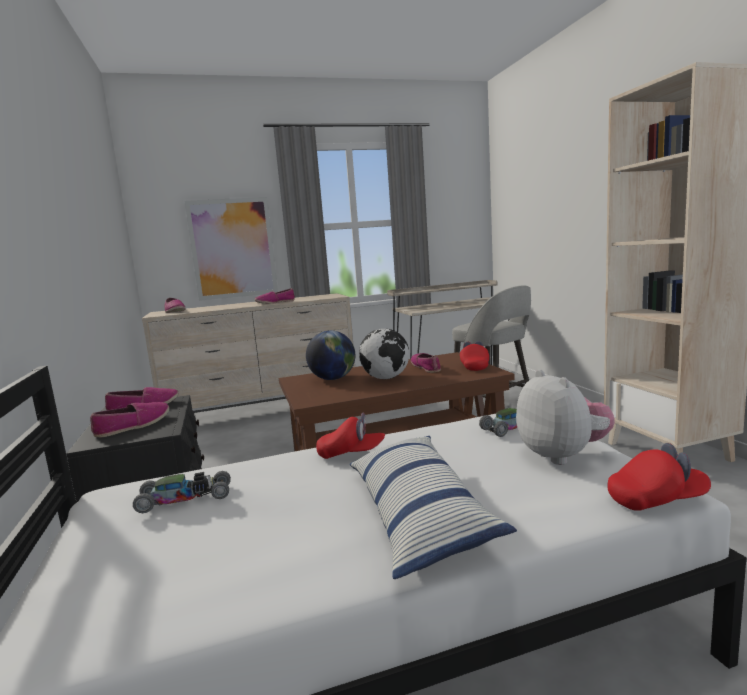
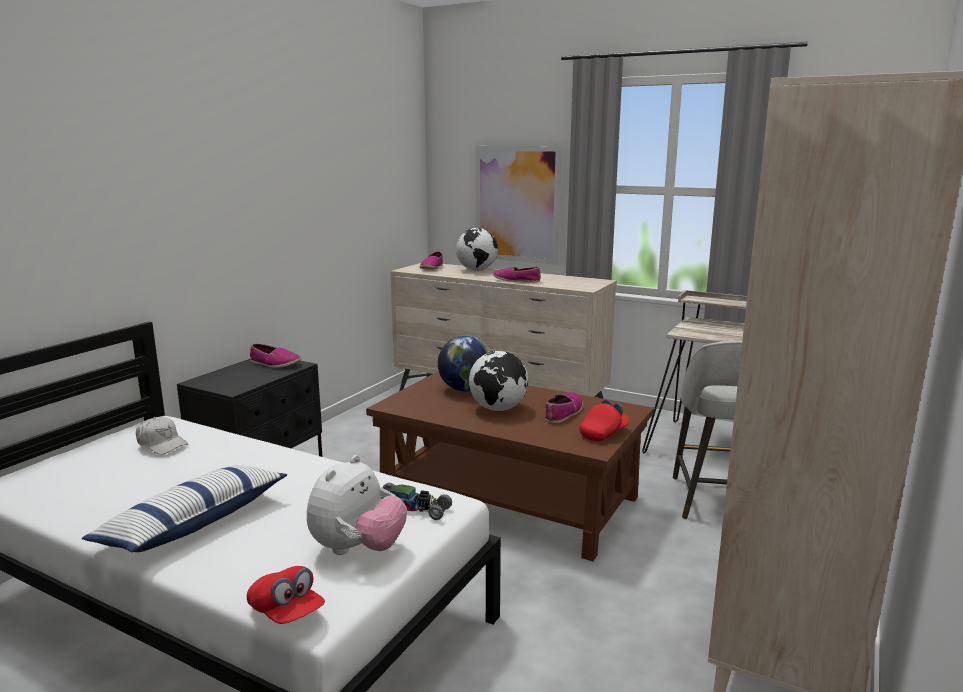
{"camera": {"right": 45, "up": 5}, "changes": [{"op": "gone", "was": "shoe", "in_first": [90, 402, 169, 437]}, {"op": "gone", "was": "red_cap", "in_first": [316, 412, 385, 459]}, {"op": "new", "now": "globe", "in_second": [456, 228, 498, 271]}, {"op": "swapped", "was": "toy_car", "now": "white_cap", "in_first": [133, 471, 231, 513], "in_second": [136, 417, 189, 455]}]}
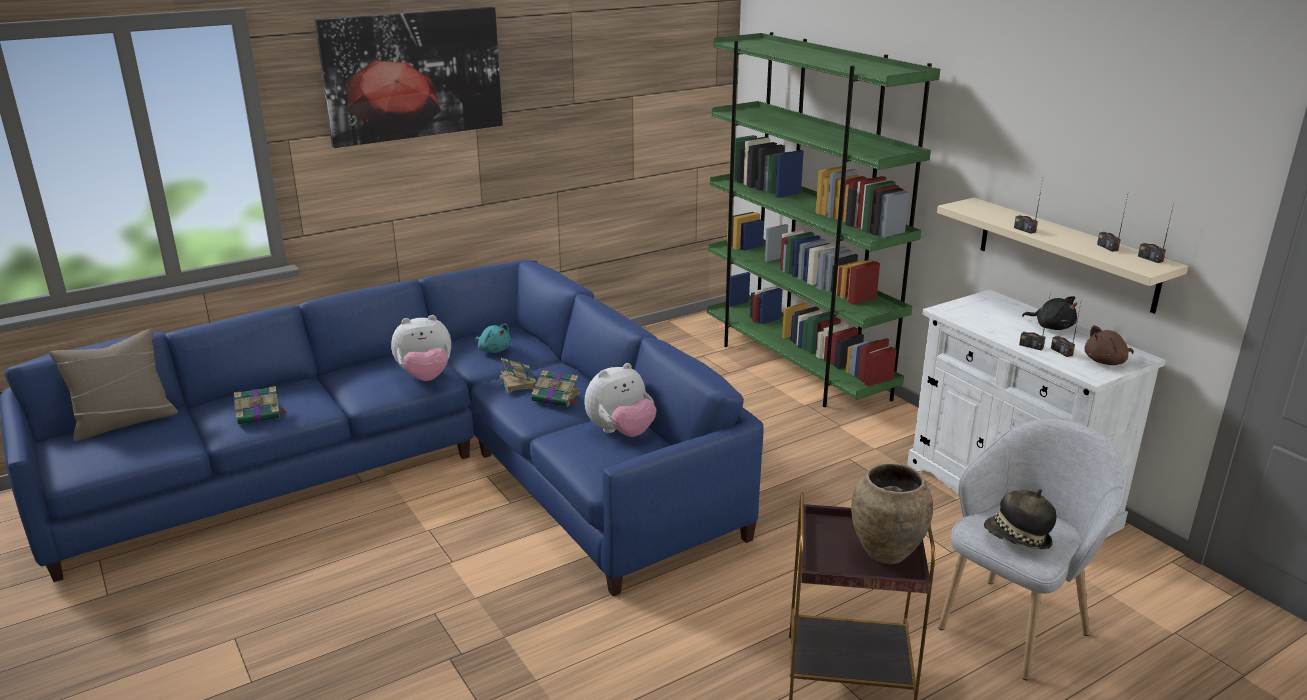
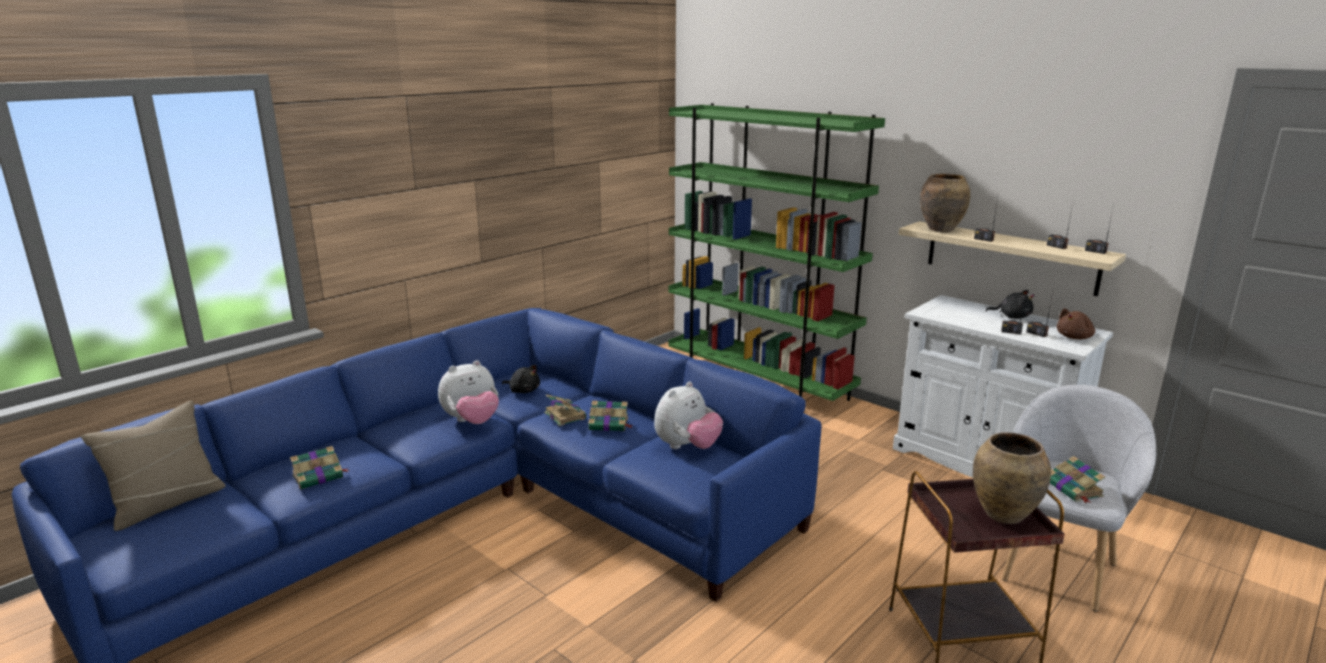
{"camera": {"right": -15, "up": -5}, "changes": [{"op": "gone", "was": "picture", "in_first": [315, 7, 503, 148]}, {"op": "new", "now": "brown_vase", "in_second": [920, 174, 970, 232]}, {"op": "swapped", "was": "hat", "now": "book", "in_first": [984, 489, 1056, 549], "in_second": [1050, 456, 1106, 504]}, {"op": "repainted", "was": "turquoise_plush_toy", "now": "black_plush_toy", "in_first": [475, 324, 511, 353], "in_second": [502, 364, 540, 393]}]}
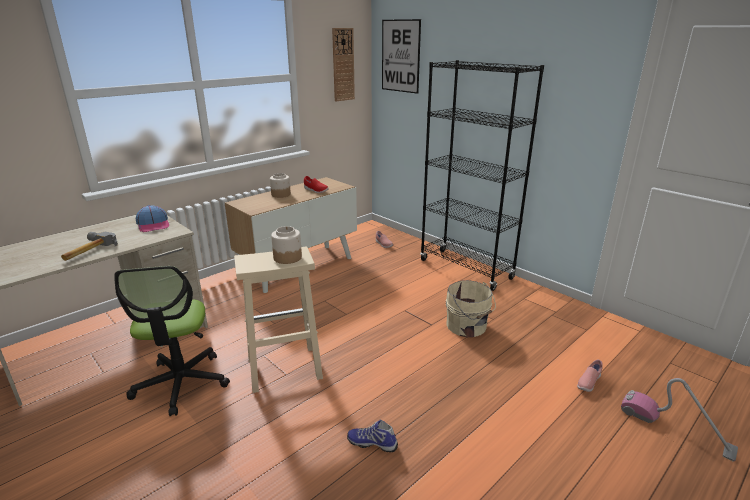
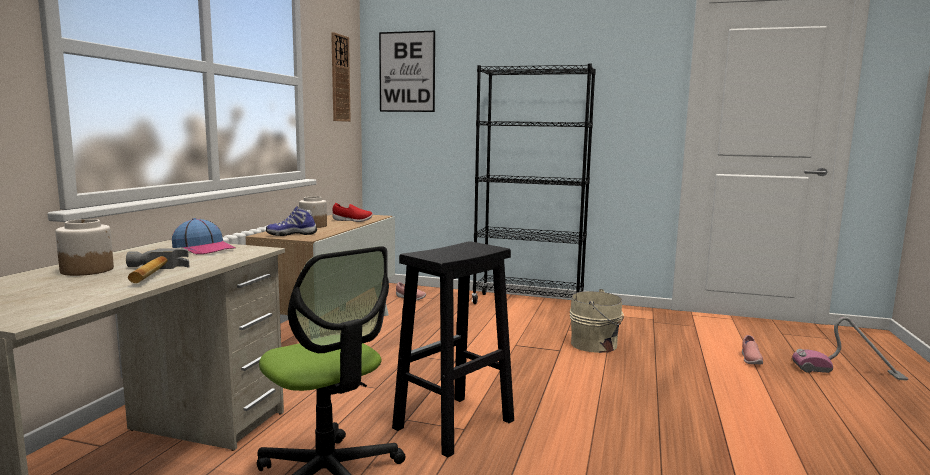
{"camera": {"right": -30, "up": -15}, "changes": [{"op": "shifted", "was": "jar", "in_first": [271, 226, 302, 264], "in_second": [55, 219, 114, 276]}, {"op": "shifted", "was": "shoe", "in_first": [347, 420, 398, 452], "in_second": [266, 206, 317, 236]}, {"op": "repainted", "was": "beige_stool", "now": "black_stool", "in_first": [234, 247, 323, 393], "in_second": [392, 241, 514, 457]}]}
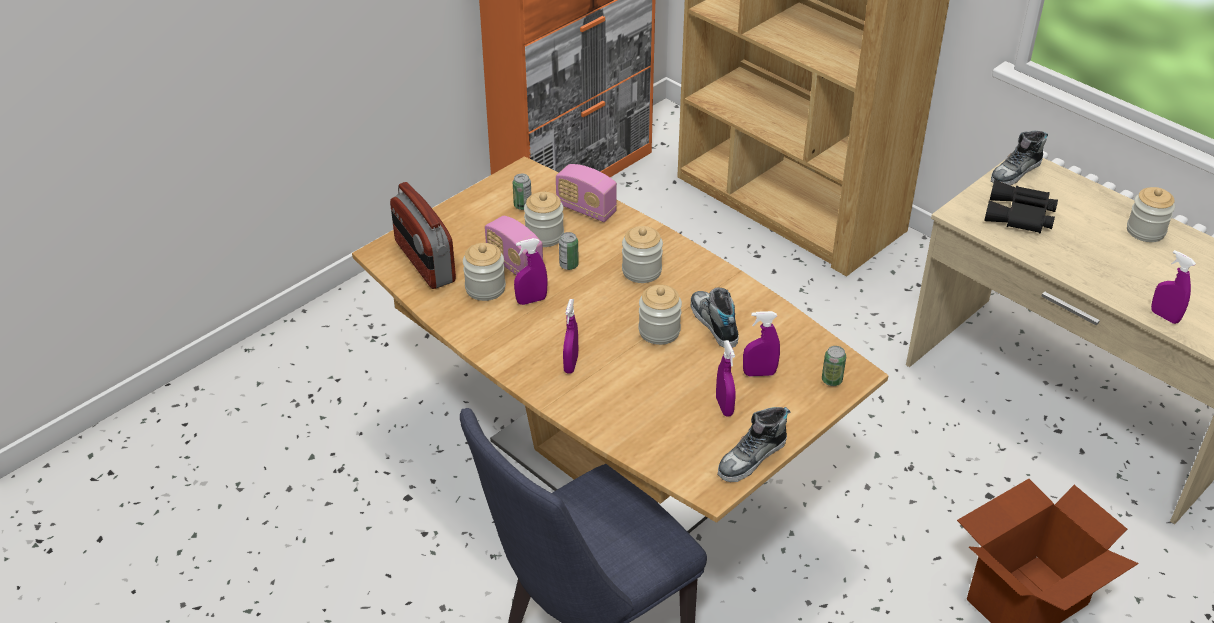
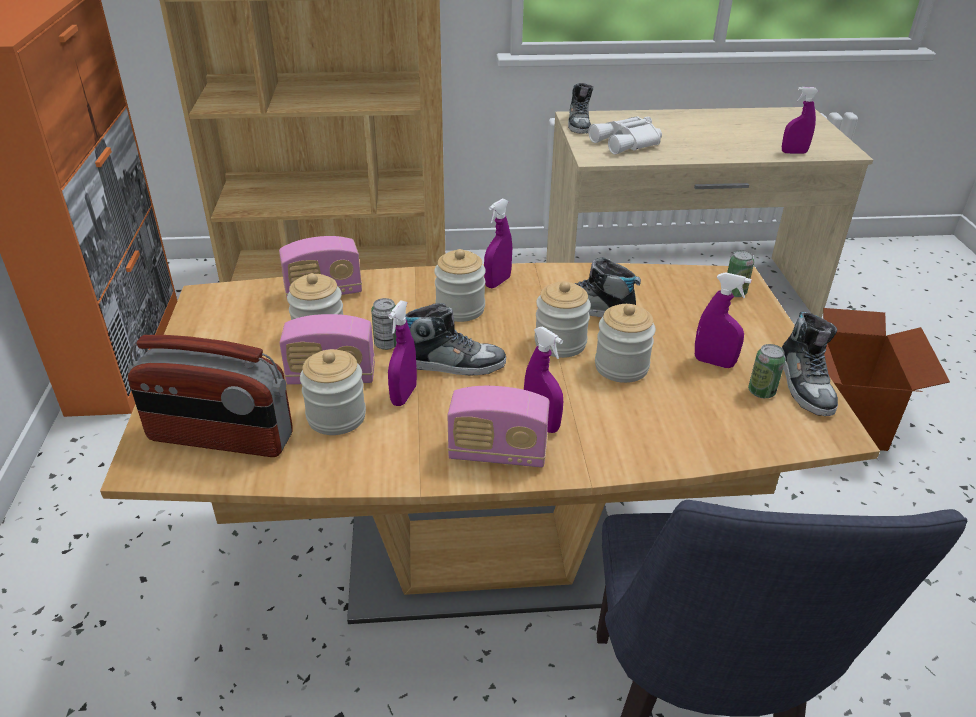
{"camera": {"right": -50, "up": -5}, "changes": [{"op": "new", "now": "shoe", "in_second": [405, 303, 506, 376]}, {"op": "new", "now": "radio", "in_second": [447, 386, 549, 467]}, {"op": "shifted", "was": "can", "in_first": [513, 174, 532, 210], "in_second": [748, 344, 786, 398]}, {"op": "shifted", "was": "purple_spray_bottle", "in_first": [743, 311, 780, 377], "in_second": [484, 198, 512, 288]}, {"op": "shifted", "was": "jar", "in_first": [1127, 187, 1175, 242], "in_second": [595, 304, 656, 383]}, {"op": "repainted", "was": "black_binoculars", "now": "white_binoculars", "in_first": [984, 180, 1058, 234], "in_second": [588, 116, 662, 154]}]}
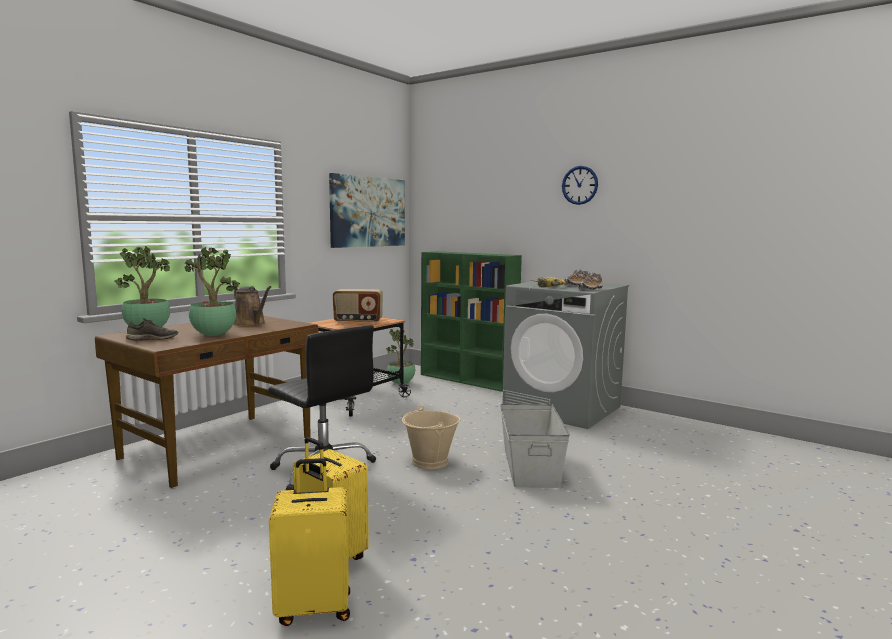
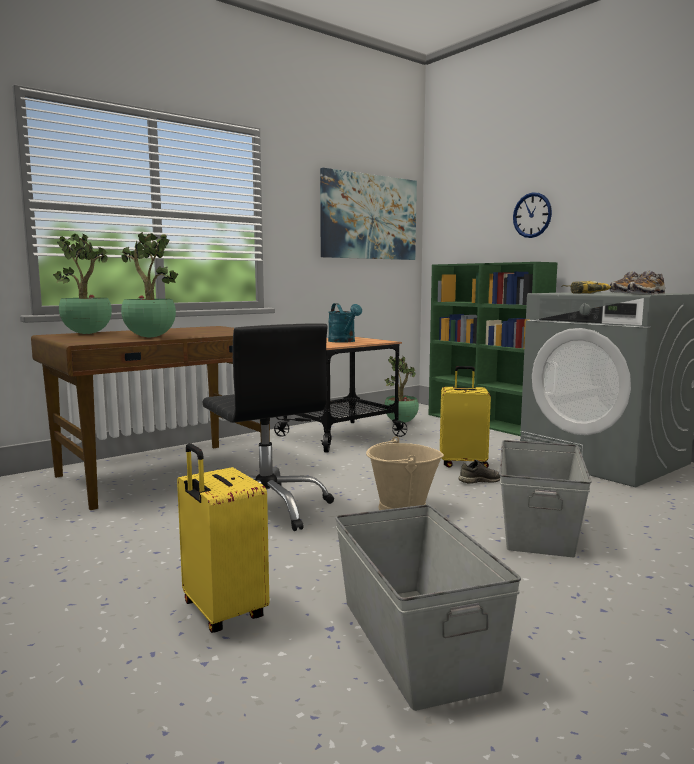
{"camera": {"right": 15, "up": 0}, "changes": [{"op": "gone", "was": "brown_watering_can", "in_first": [233, 286, 271, 326]}, {"op": "new", "now": "grey_storage_box", "in_second": [335, 505, 521, 711]}, {"op": "shifted", "was": "grey_shoe", "in_first": [126, 318, 178, 341], "in_second": [458, 459, 500, 484]}, {"op": "shifted", "was": "yellow_suitcase", "in_first": [269, 458, 350, 626], "in_second": [440, 366, 491, 468]}, {"op": "shifted", "was": "wall_clock", "in_first": [562, 166, 598, 205], "in_second": [513, 192, 552, 238]}, {"op": "swapped", "was": "radio", "now": "turquoise_watering_can", "in_first": [333, 289, 383, 324], "in_second": [328, 303, 362, 343]}]}
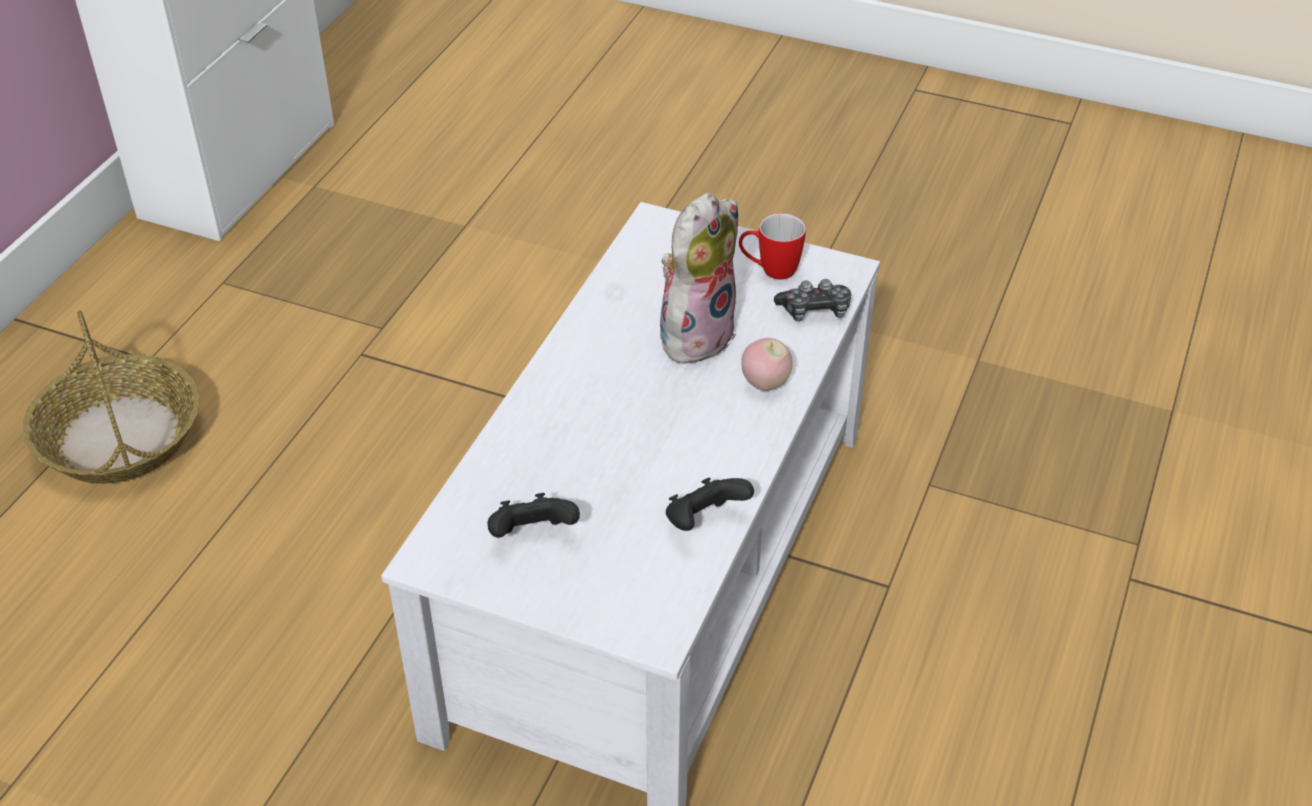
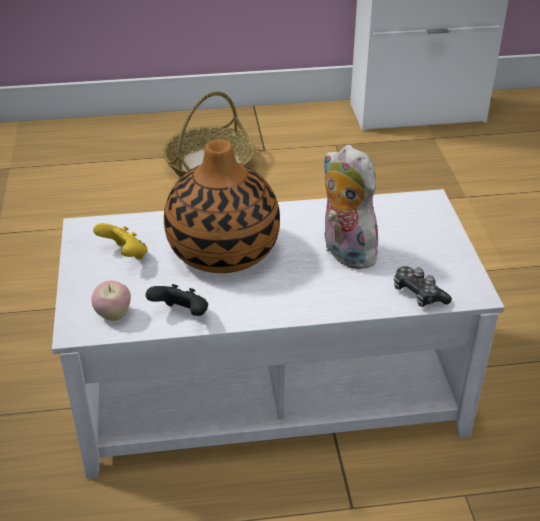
{"camera": {"right": 60, "up": -5}, "changes": [{"op": "gone", "was": "mug", "in_first": [739, 213, 806, 280]}, {"op": "new", "now": "vase", "in_second": [164, 140, 280, 273]}, {"op": "shifted", "was": "apple", "in_first": [741, 338, 793, 391], "in_second": [91, 280, 131, 321]}, {"op": "repainted", "was": "black_game_controller", "now": "yellow_game_controller", "in_first": [487, 493, 580, 538], "in_second": [93, 223, 148, 259]}, {"op": "rotated", "was": "plush_toy", "in_first": [660, 193, 738, 364], "in_second": [323, 145, 378, 270], "clockwise": -135}]}
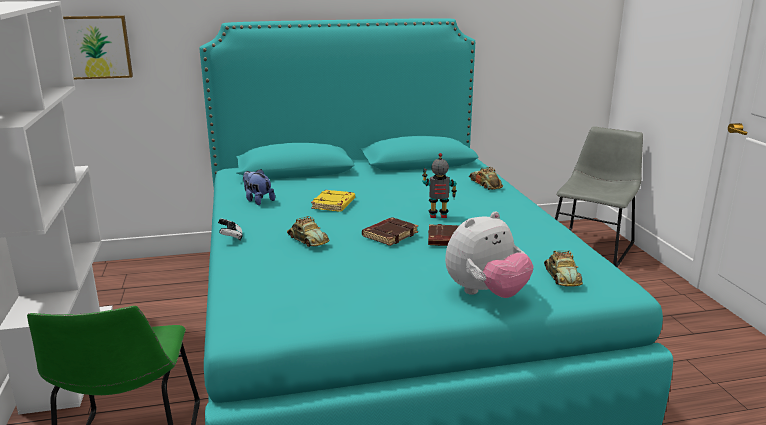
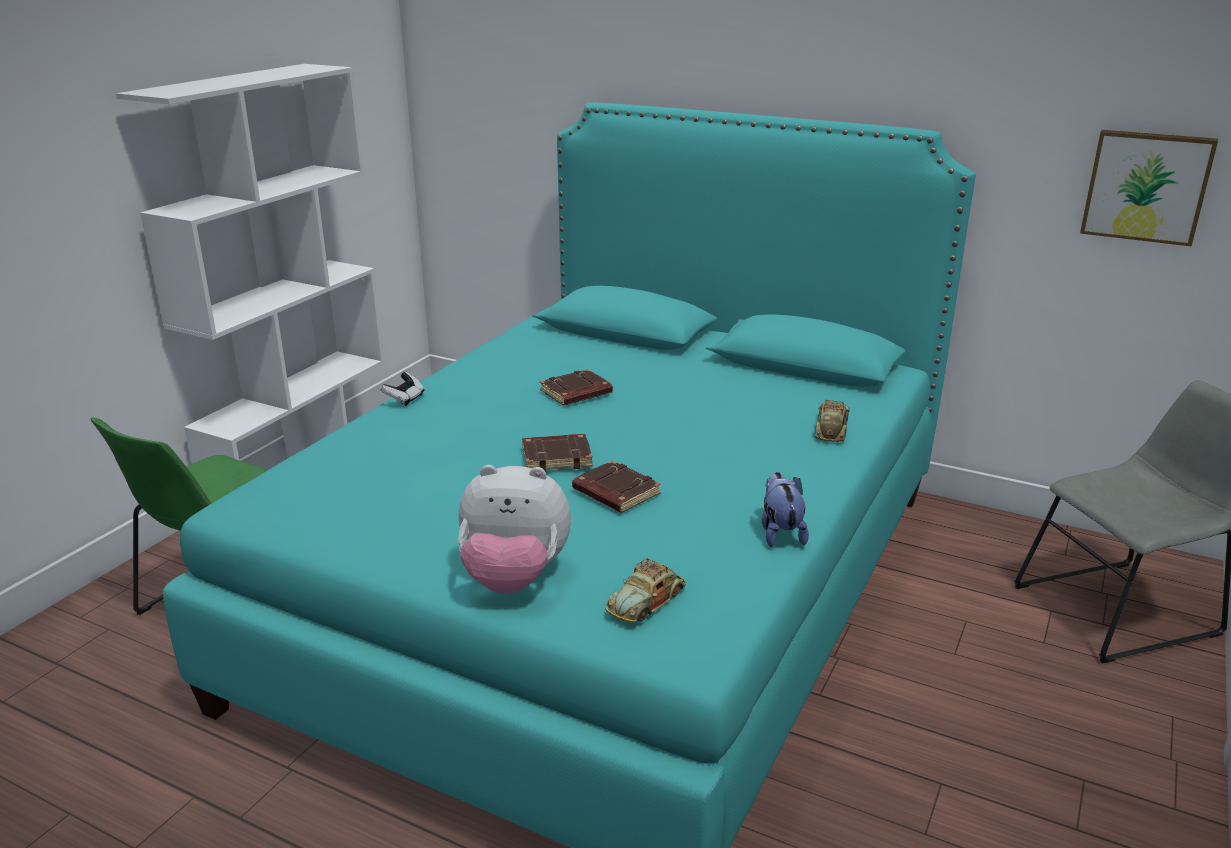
{"camera": {"right": 40, "up": 5}, "changes": [{"op": "gone", "was": "toy_car", "in_first": [287, 216, 329, 247]}, {"op": "gone", "was": "toy_robot", "in_first": [422, 153, 457, 218]}, {"op": "shifted", "was": "picture", "in_first": [63, 15, 133, 79], "in_second": [1080, 130, 1218, 246]}, {"op": "shifted", "was": "plush_toy", "in_first": [243, 169, 275, 205], "in_second": [761, 472, 809, 547]}, {"op": "repainted", "was": "yellow_book", "now": "brown_book", "in_first": [311, 190, 355, 212], "in_second": [540, 369, 613, 405]}]}
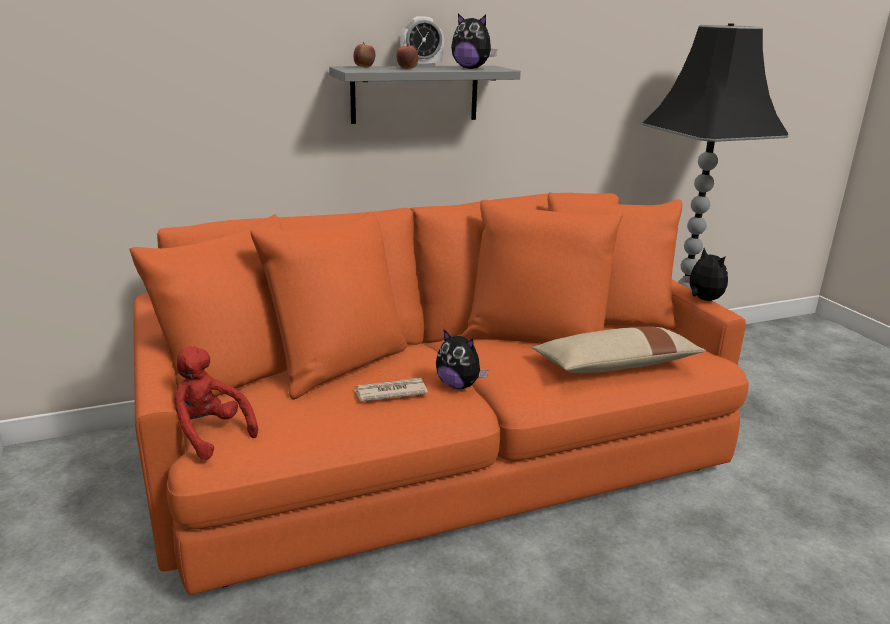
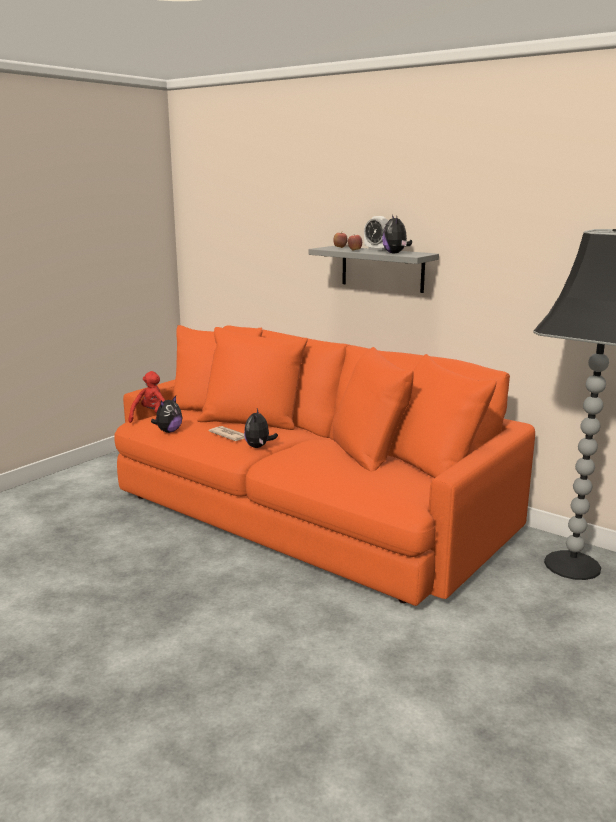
{"camera": {"right": 60, "up": -5}, "changes": [{"op": "gone", "was": "beige_pillow", "in_first": [532, 327, 706, 373]}, {"op": "shifted", "was": "plush_toy", "in_first": [683, 248, 728, 301], "in_second": [151, 396, 182, 433]}]}
